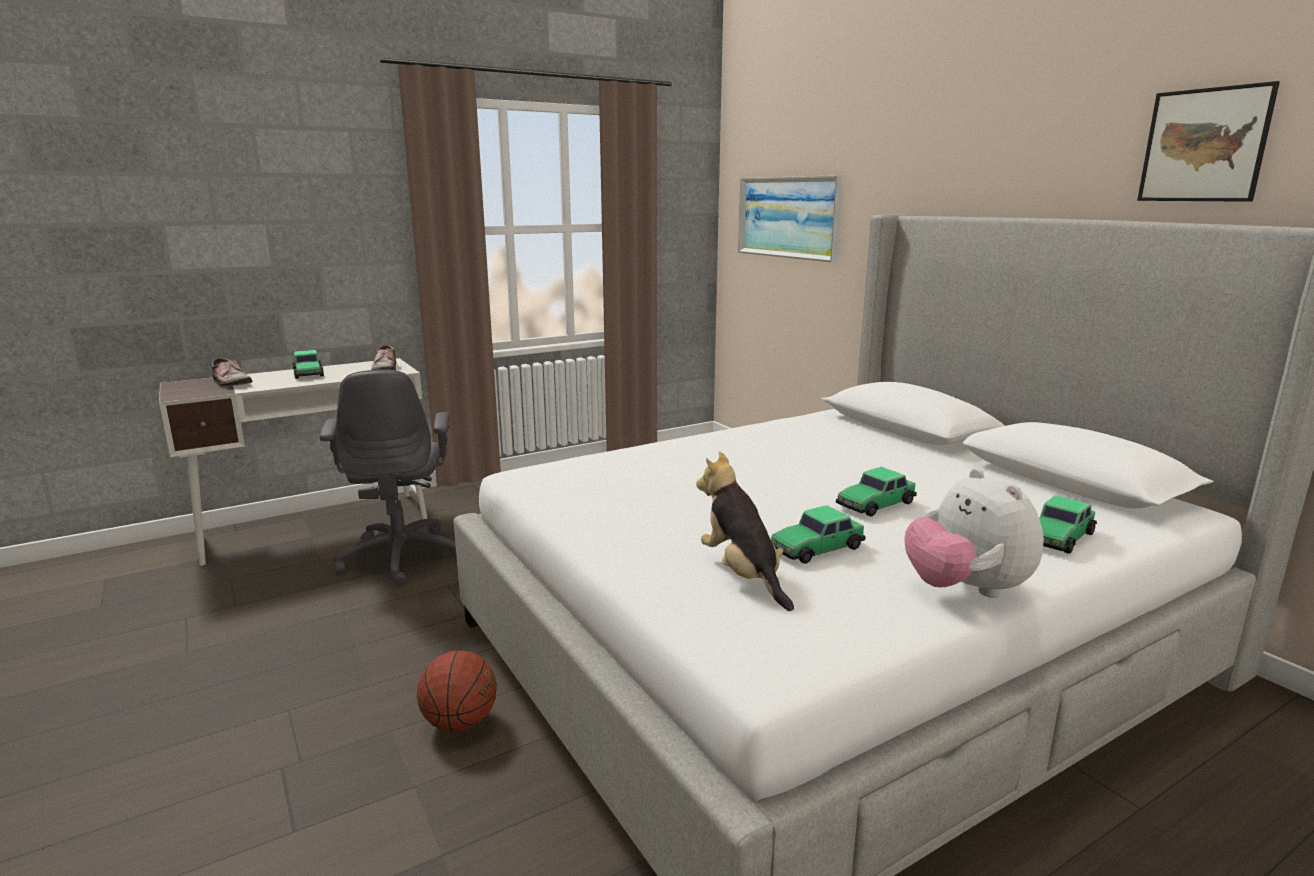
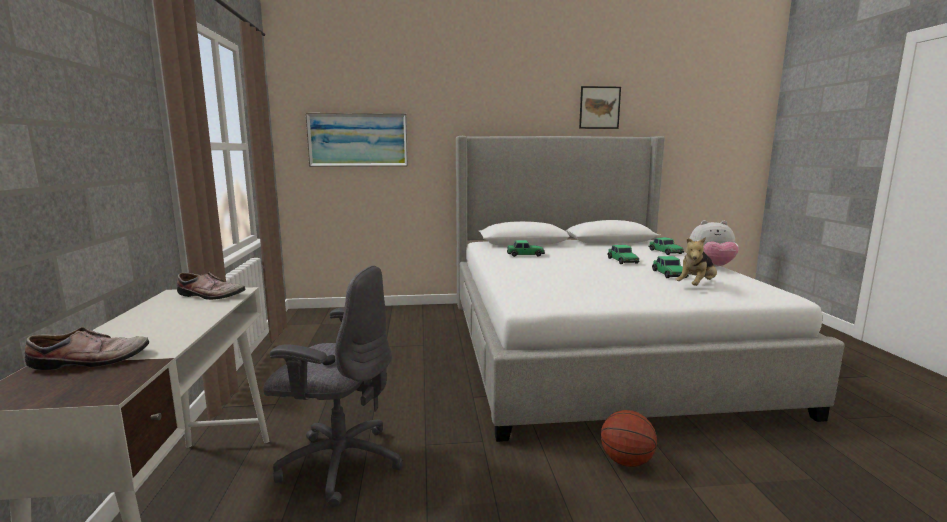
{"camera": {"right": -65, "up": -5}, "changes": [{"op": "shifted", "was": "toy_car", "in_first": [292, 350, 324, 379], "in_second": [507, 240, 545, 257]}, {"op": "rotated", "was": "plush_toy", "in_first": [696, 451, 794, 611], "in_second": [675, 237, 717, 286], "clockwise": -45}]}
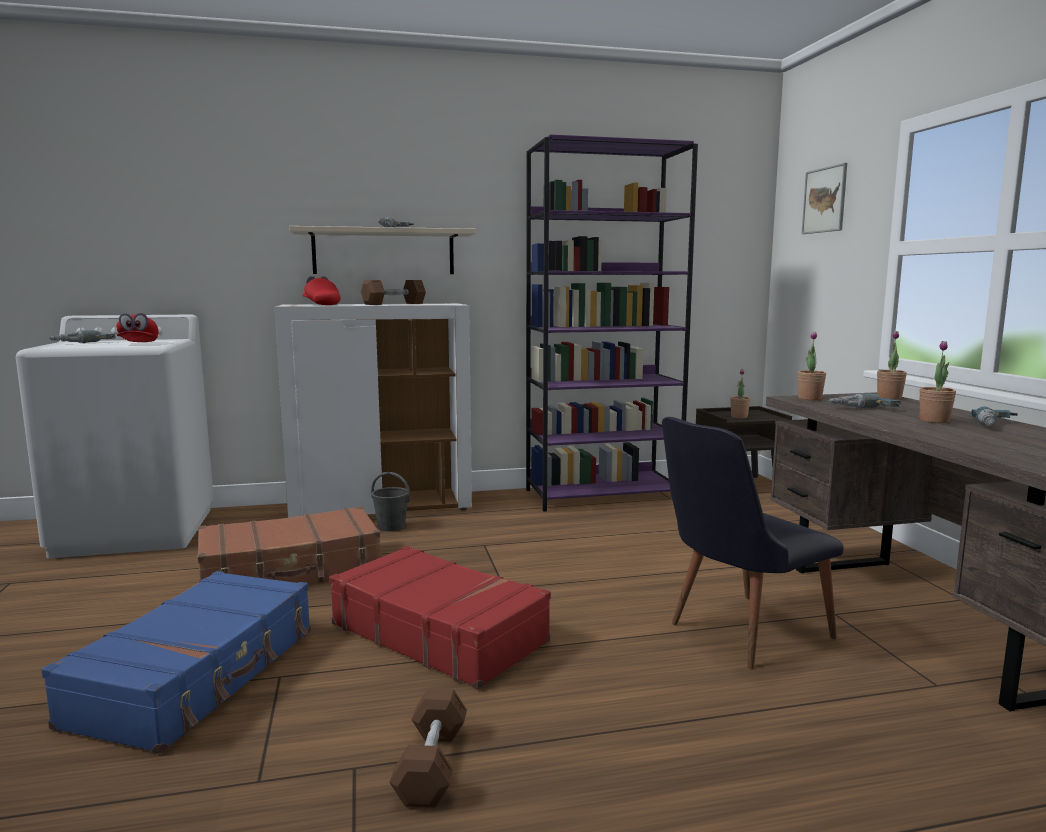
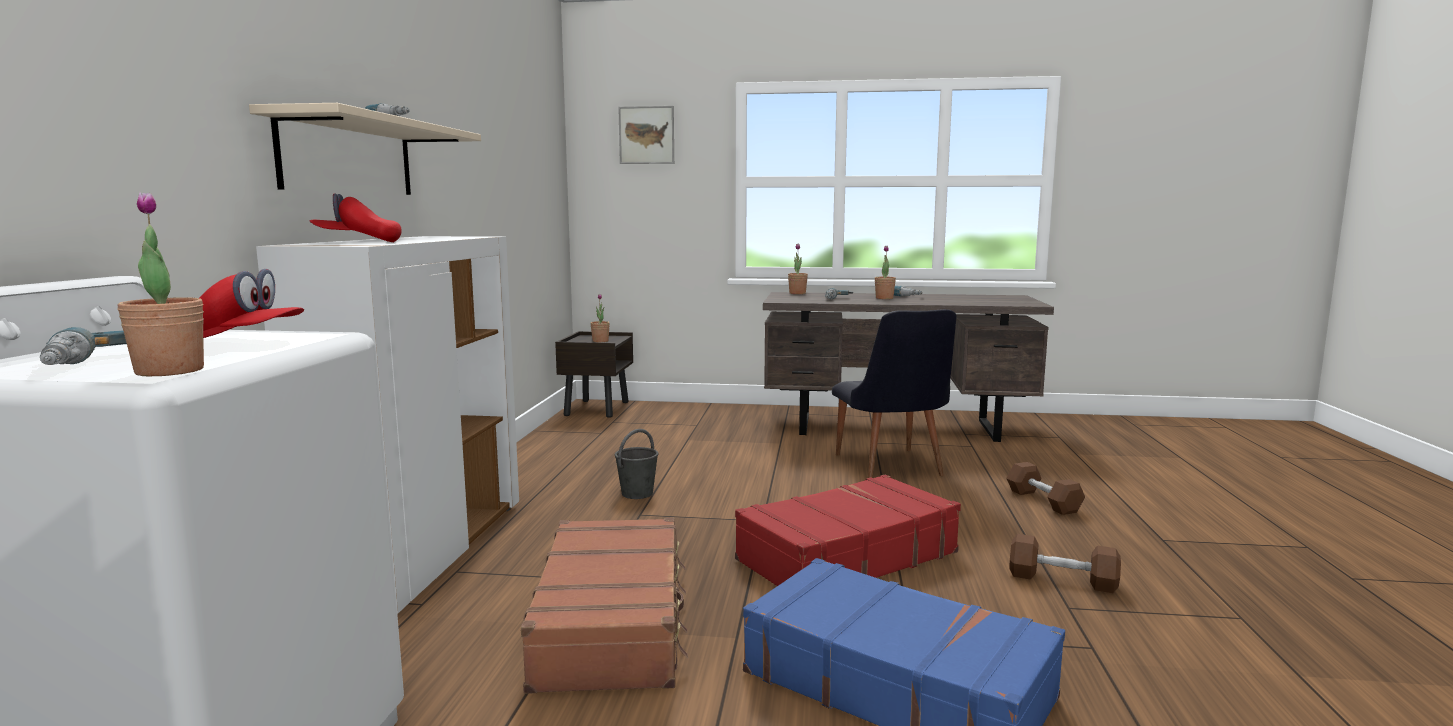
{"camera": {"right": -70, "up": 0}, "changes": [{"op": "gone", "was": "purple_bookcase", "in_first": [526, 134, 698, 512]}, {"op": "shifted", "was": "brown_dumbbell", "in_first": [361, 280, 426, 305], "in_second": [1006, 462, 1085, 515]}, {"op": "shifted", "was": "grey_bucket", "in_first": [371, 472, 410, 531], "in_second": [615, 429, 658, 499]}, {"op": "shifted", "was": "potted_plant", "in_first": [797, 331, 826, 400], "in_second": [117, 192, 204, 376]}]}
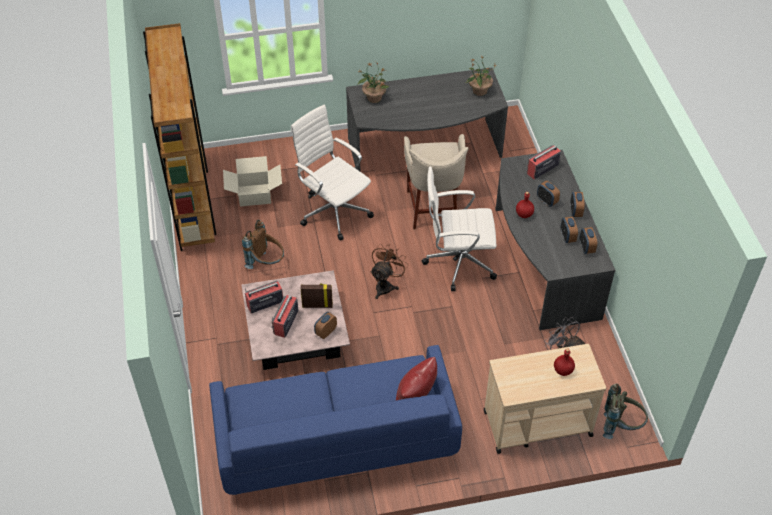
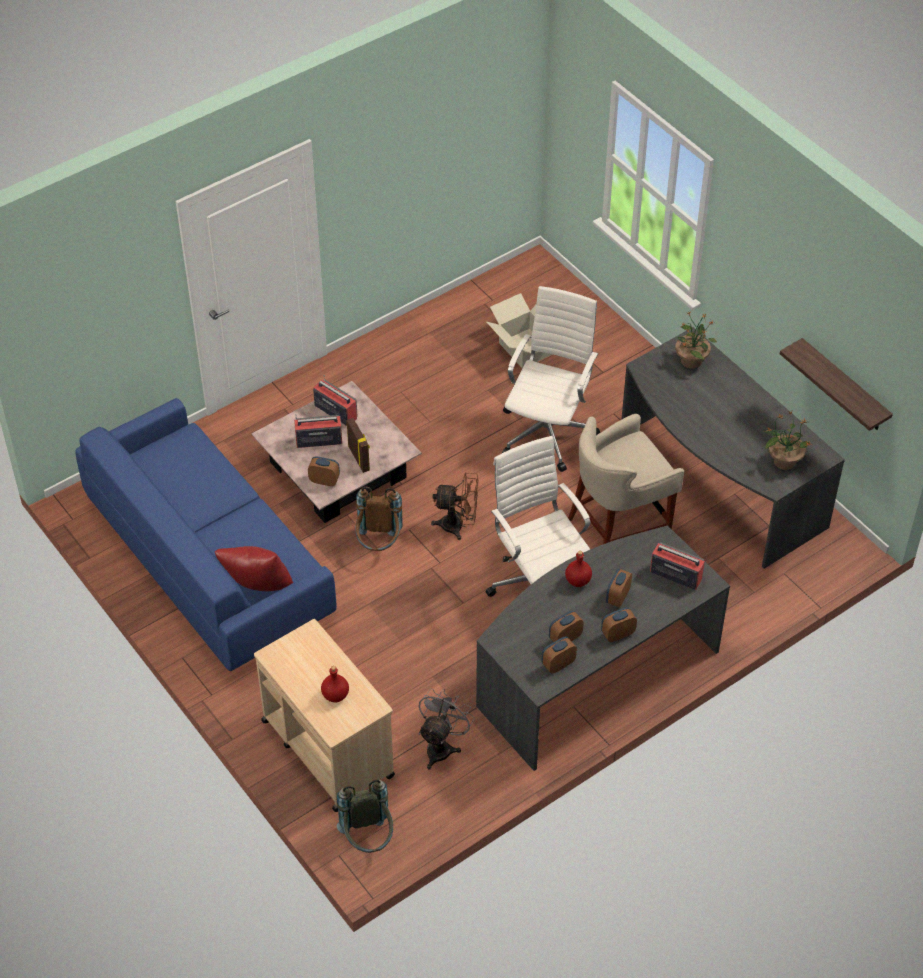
{"camera": {"right": 65, "up": 0}, "changes": [{"op": "gone", "was": "brown_bookcase", "in_first": [143, 23, 217, 251]}, {"op": "new", "now": "shelf", "in_second": [780, 338, 893, 431]}, {"op": "shifted", "was": "brown_backpack", "in_first": [242, 220, 284, 269], "in_second": [355, 487, 403, 551]}]}
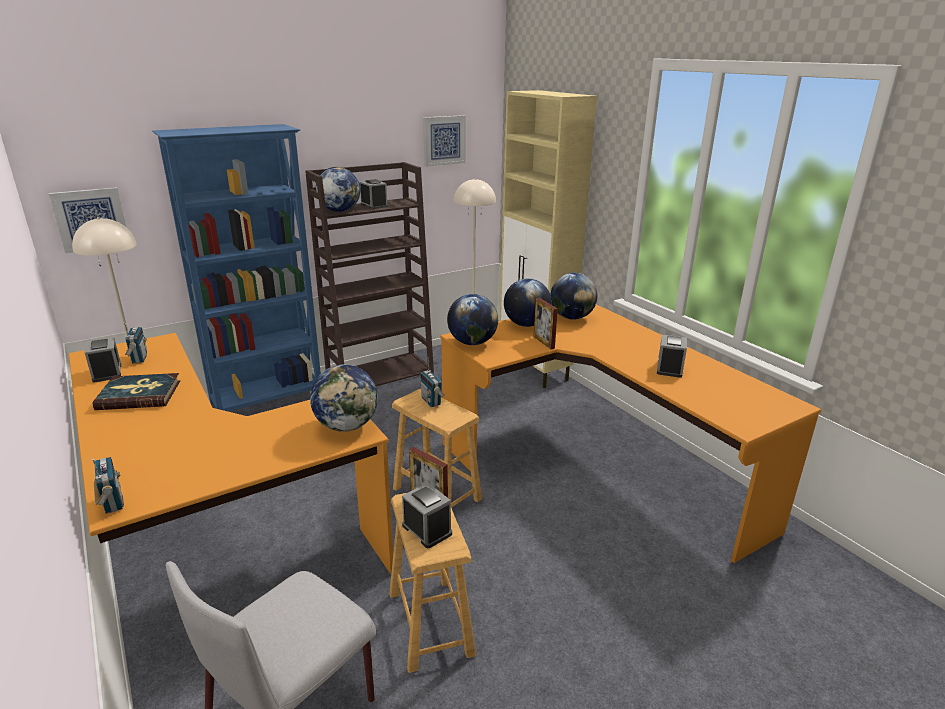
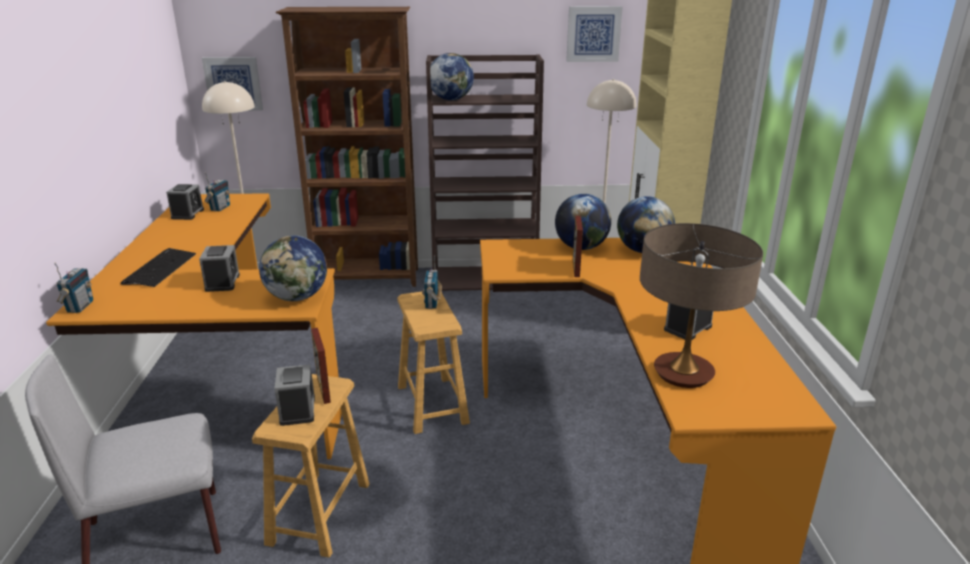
{"camera": {"right": 30, "up": 0}, "changes": [{"op": "gone", "was": "book", "in_first": [92, 373, 180, 410]}, {"op": "gone", "was": "globe", "in_first": [447, 294, 498, 345]}, {"op": "new", "now": "keyboard", "in_second": [120, 248, 196, 287]}, {"op": "new", "now": "table_lamp", "in_second": [640, 223, 763, 388]}, {"op": "shifted", "was": "alarm_clock", "in_first": [360, 179, 388, 209], "in_second": [199, 245, 240, 292]}, {"op": "repainted", "was": "blue_bookcase", "now": "brown_bookcase", "in_first": [152, 124, 321, 411], "in_second": [276, 7, 418, 287]}]}
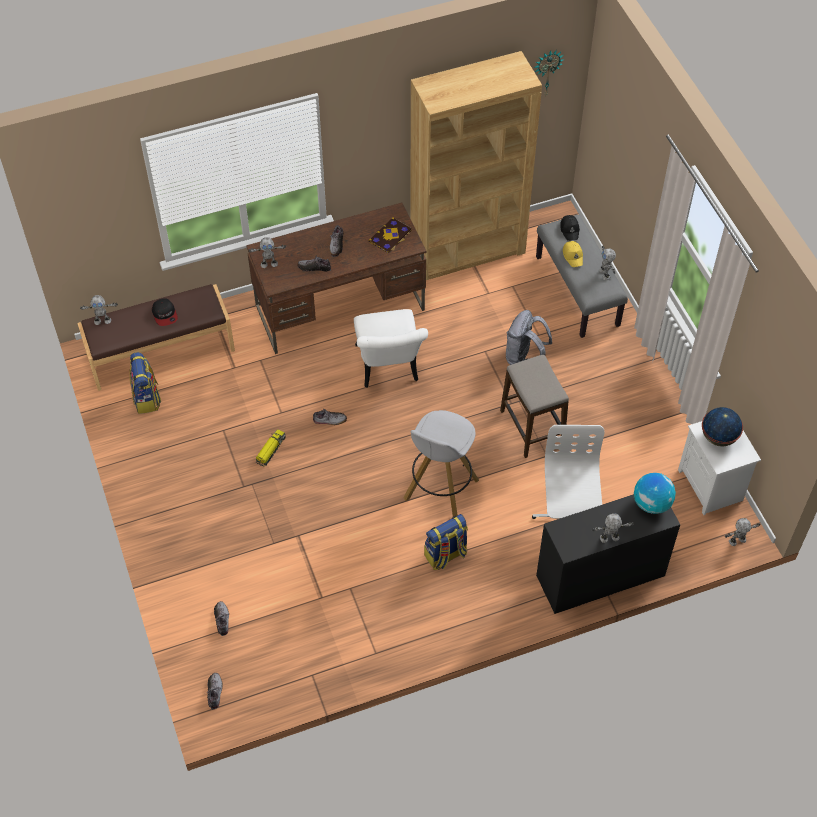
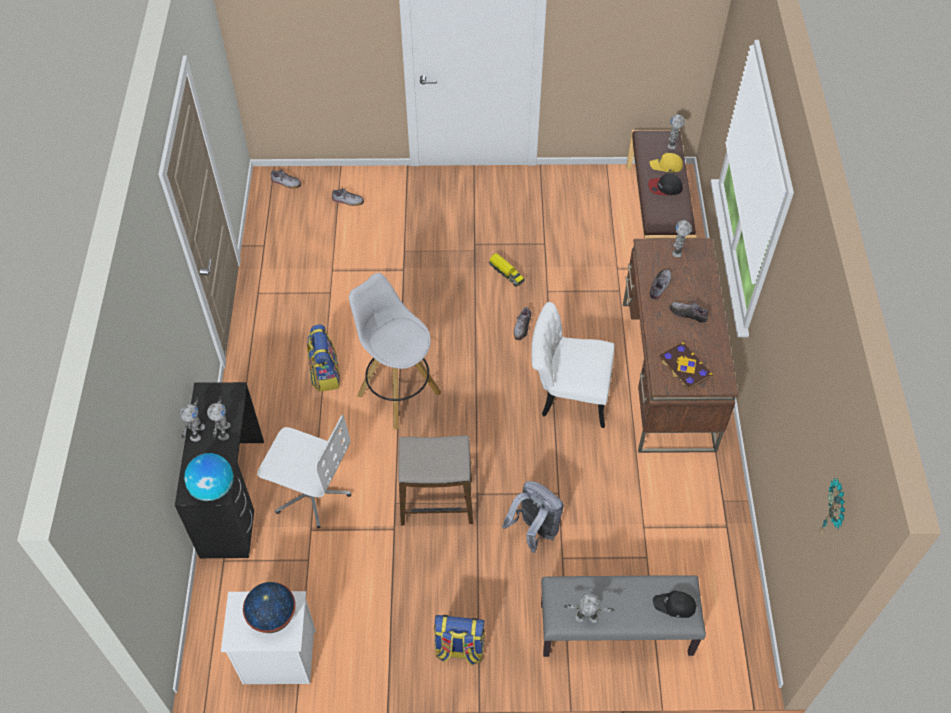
{"camera": {"right": 110, "up": 0}, "changes": [{"op": "gone", "was": "brown_bookcase", "in_first": [411, 51, 542, 280]}, {"op": "shifted", "was": "backpack", "in_first": [129, 352, 161, 414], "in_second": [434, 615, 485, 665]}, {"op": "shifted", "was": "yellow_cap", "in_first": [563, 241, 583, 267], "in_second": [649, 153, 683, 172]}, {"op": "shifted", "was": "toy_robot", "in_first": [725, 518, 760, 546], "in_second": [207, 396, 231, 440]}]}
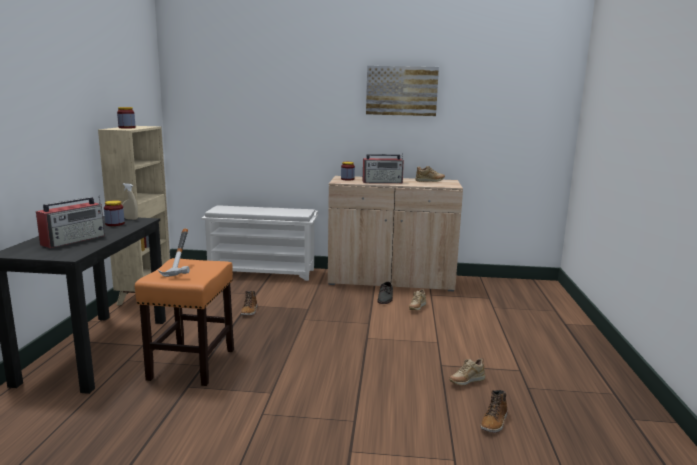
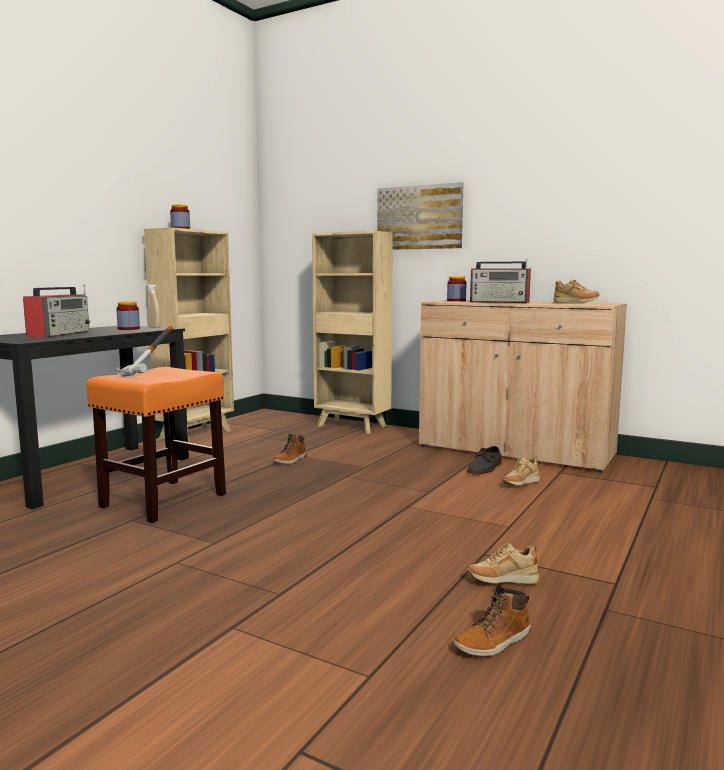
{"camera": {"right": 25, "up": -5}, "changes": [{"op": "shifted", "was": "picture", "in_first": [366, 66, 439, 116], "in_second": [377, 182, 464, 250]}, {"op": "swapped", "was": "white_shoe_rack", "now": "beige_bookcase", "in_first": [201, 205, 318, 281], "in_second": [312, 231, 393, 434]}, {"op": "rotated", "was": "radio", "in_first": [36, 196, 105, 248], "in_second": [23, 284, 90, 338], "clockwise": -45}]}
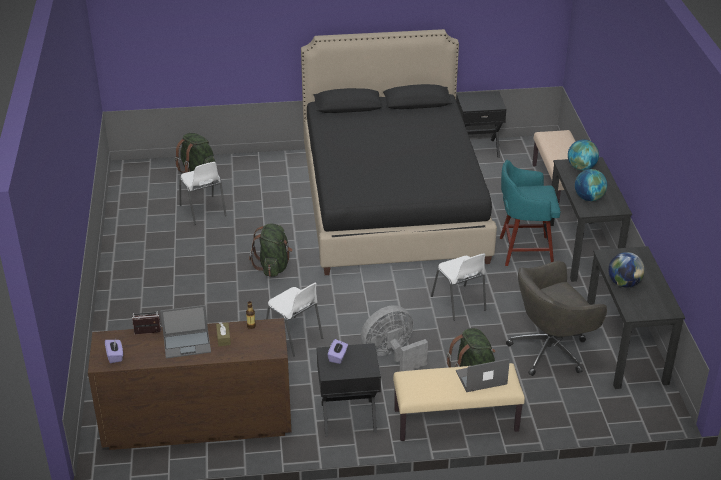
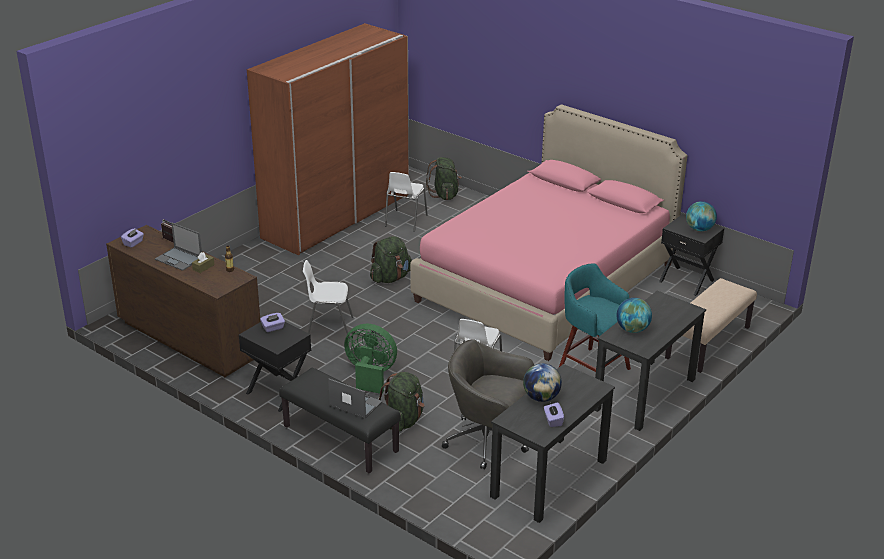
{"camera": {"right": 45, "up": -5}, "changes": [{"op": "new", "now": "brown_wardrobe", "in_second": [247, 23, 409, 255]}, {"op": "new", "now": "purple_tissue_box", "in_second": [544, 402, 564, 427]}, {"op": "shifted", "was": "globe", "in_first": [568, 139, 599, 170], "in_second": [686, 201, 717, 231]}, {"op": "repainted", "was": "black_bed", "now": "pink_bed", "in_first": [301, 29, 497, 275], "in_second": [410, 105, 687, 361]}, {"op": "repainted", "was": "grey_fan", "now": "green_fan", "in_first": [361, 305, 428, 371], "in_second": [344, 324, 397, 394]}, {"op": "repainted", "was": "beige_bench", "now": "black_bench", "in_first": [393, 363, 525, 441], "in_second": [279, 368, 401, 473]}, {"op": "rotated", "was": "white_chair", "in_first": [266, 283, 323, 356], "in_second": [303, 260, 353, 338], "clockwise": 90}]}
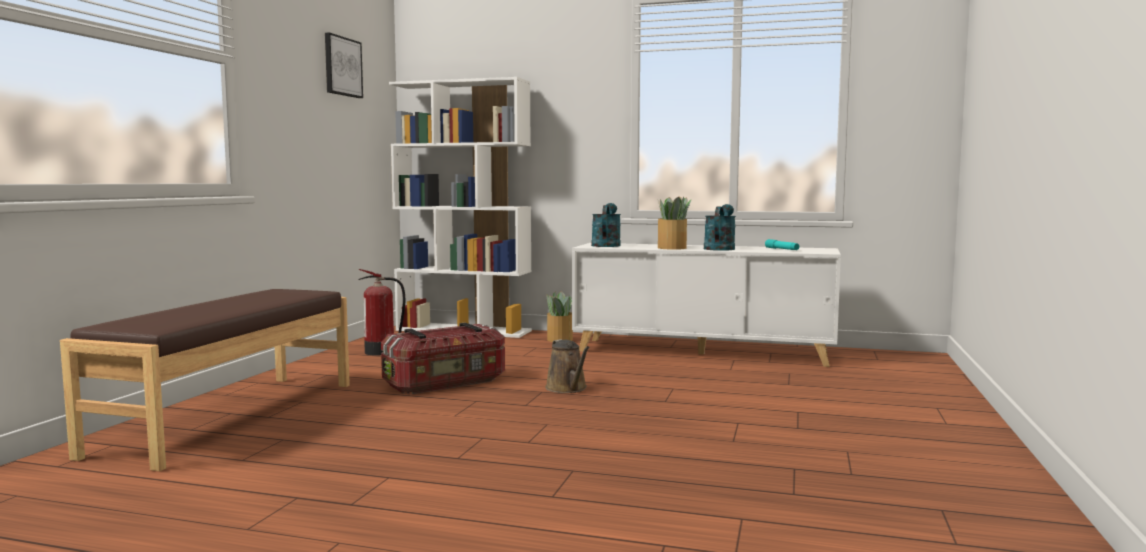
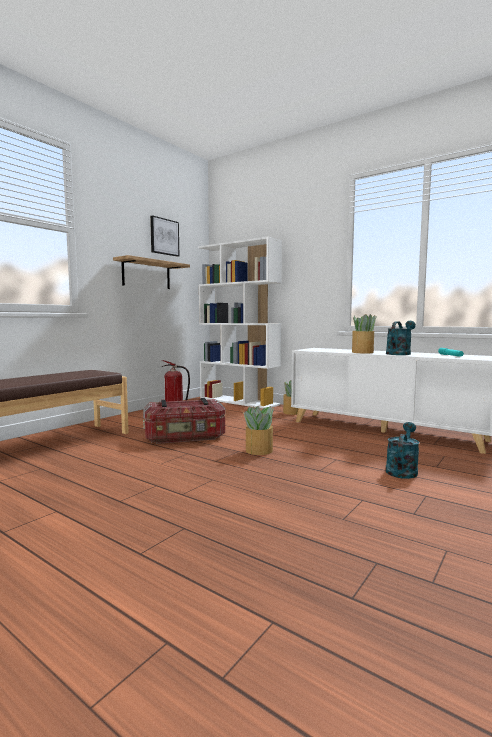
{"camera": {"right": 20, "up": 0}, "changes": [{"op": "new", "now": "shelf", "in_second": [113, 255, 190, 289]}, {"op": "shifted", "was": "turquoise_watering_can", "in_first": [591, 203, 621, 247], "in_second": [385, 422, 420, 479]}, {"op": "swapped", "was": "brown_watering_can", "now": "potted_plant", "in_first": [545, 339, 590, 393], "in_second": [241, 406, 274, 455]}]}
